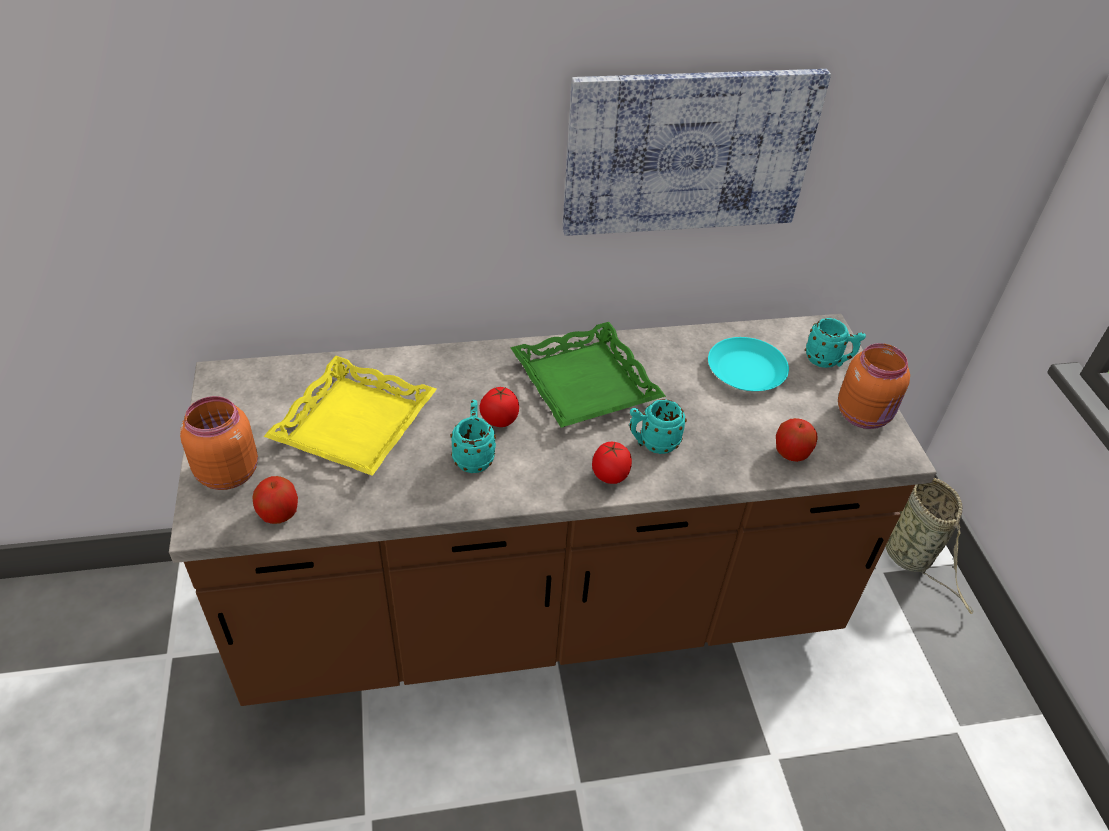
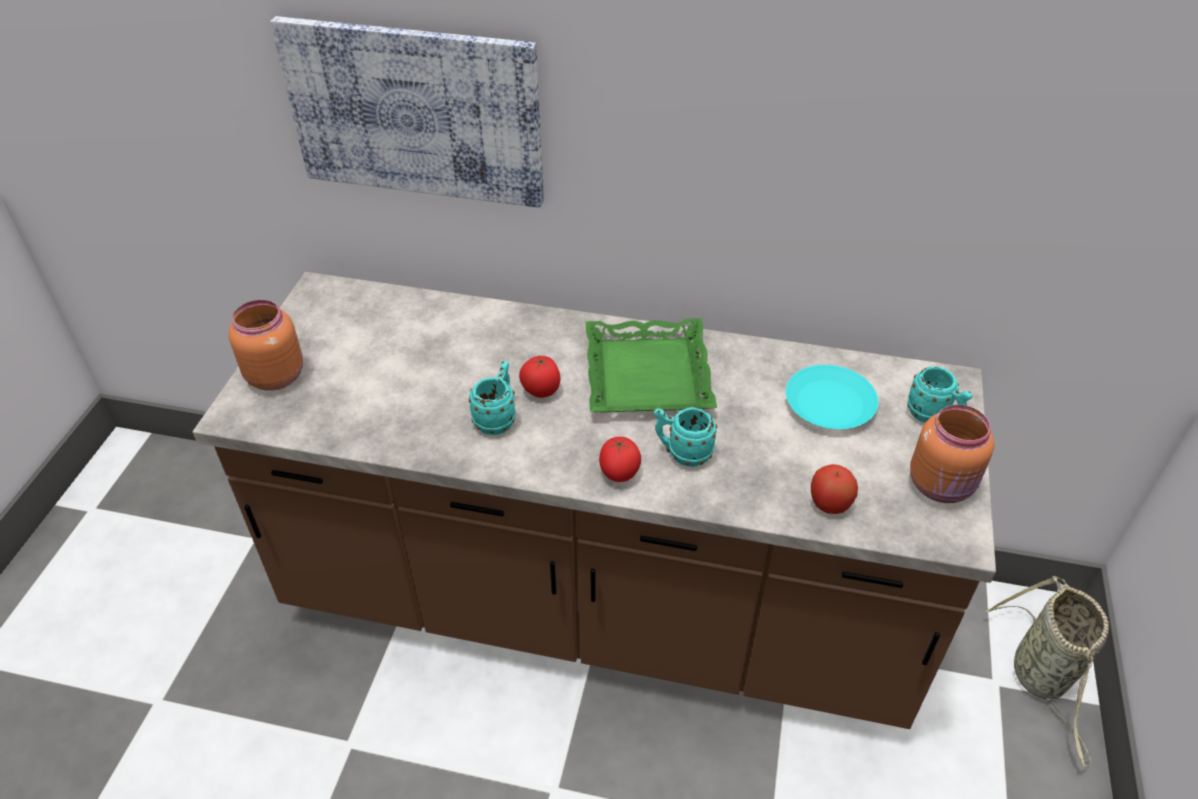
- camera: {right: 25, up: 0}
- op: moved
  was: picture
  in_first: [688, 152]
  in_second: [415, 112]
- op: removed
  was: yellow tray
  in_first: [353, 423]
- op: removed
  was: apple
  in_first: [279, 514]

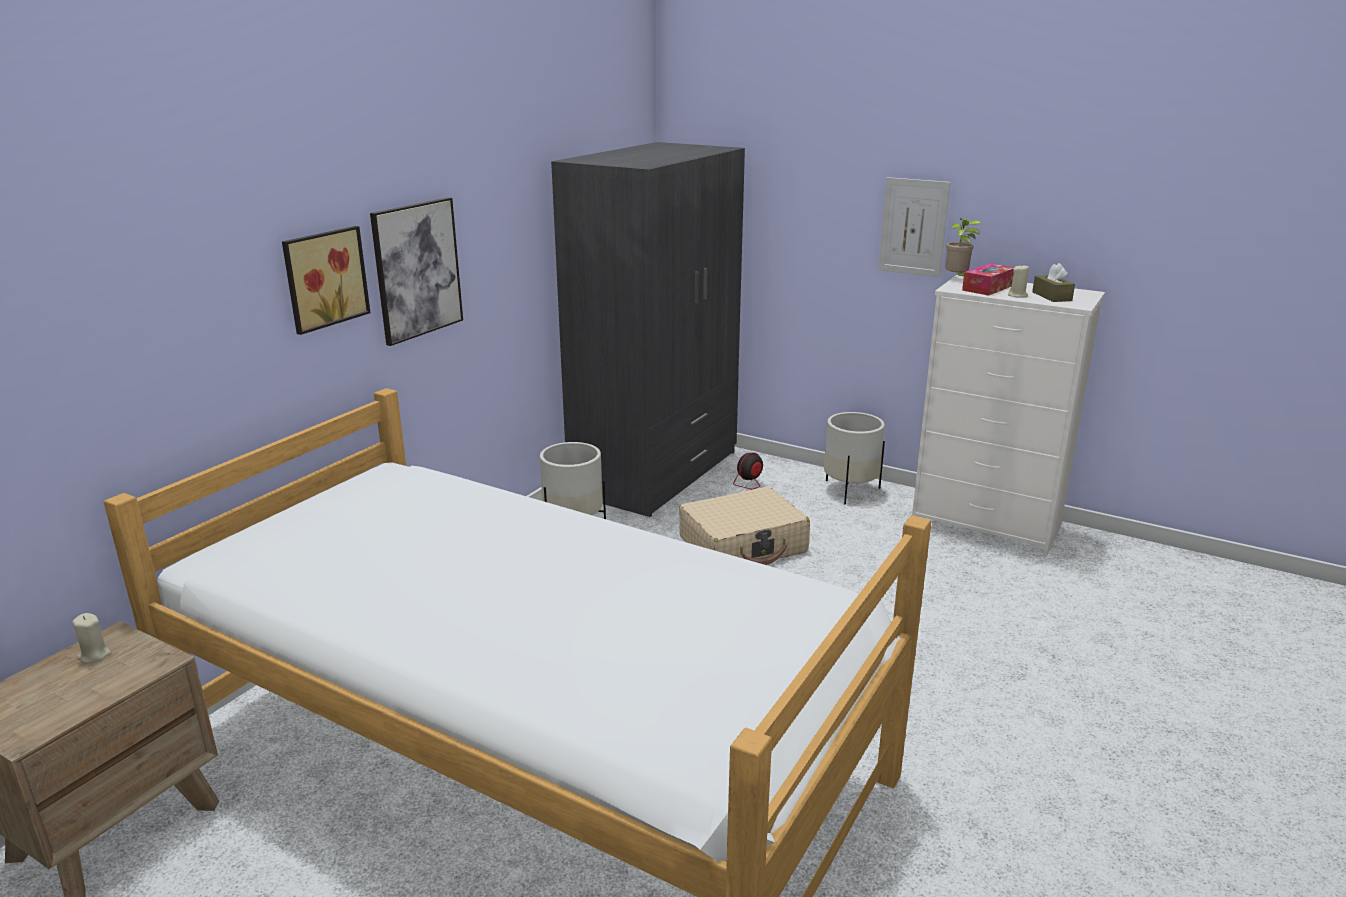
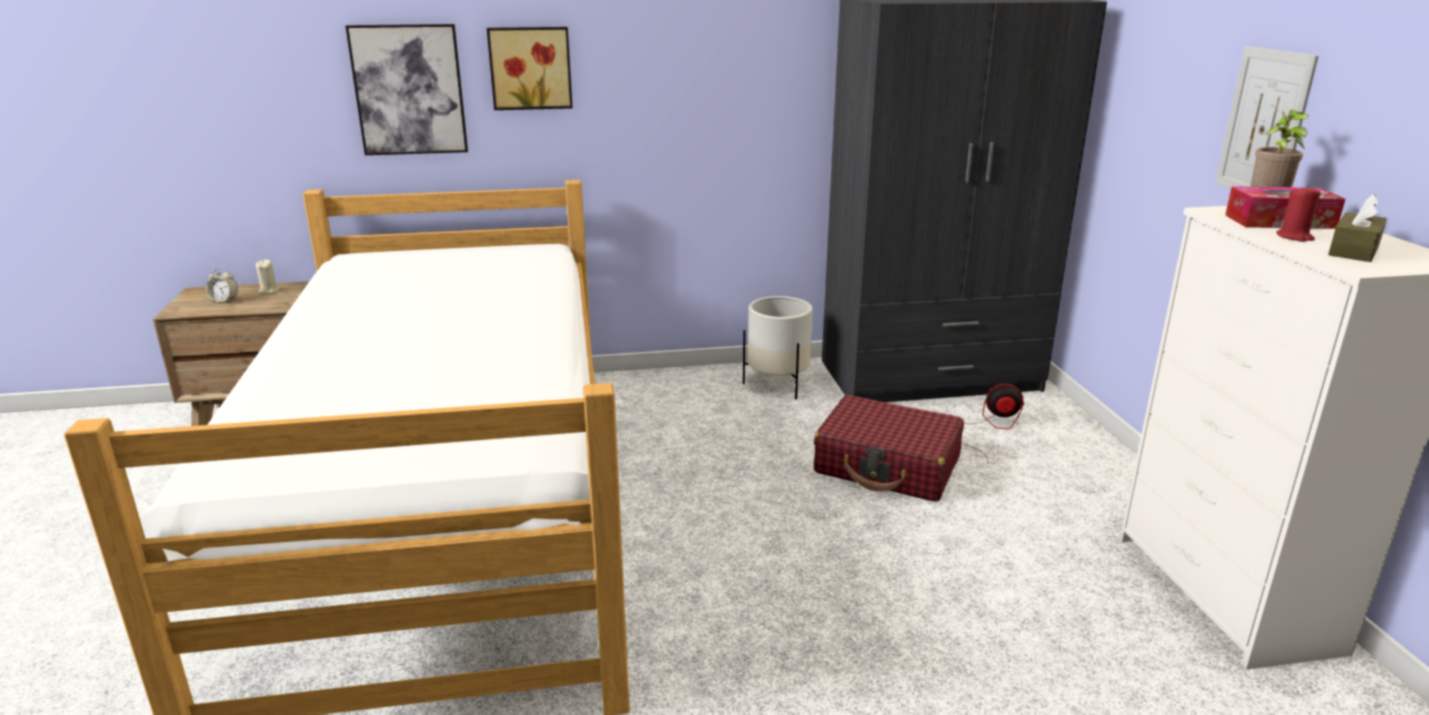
- camera: {right: 50, up: 0}
- op: moved
  was: picture
  in_first: [417, 270]
  in_second: [409, 90]
- op: recoloured
  was: beige candle
  now: red candle
  in_first: [1017, 295]
  in_second: [1294, 237]
- op: removed
  was: white planter
  in_first: [850, 491]
- op: recoloured
  was: beige suitcase
  now: red suitcase
  in_first: [743, 545]
  in_second: [887, 466]
- op: added
  now: alarm clock
  in_second: [225, 301]

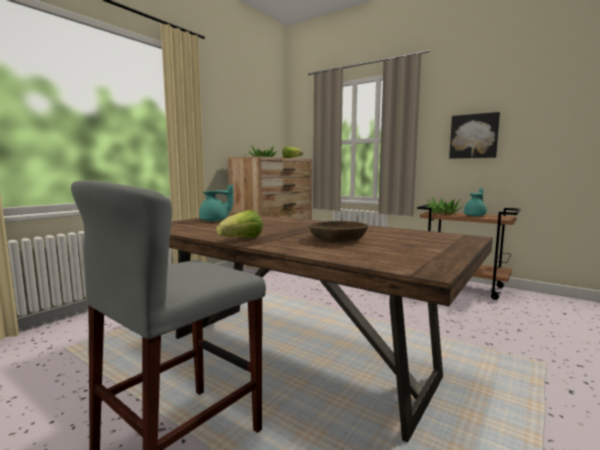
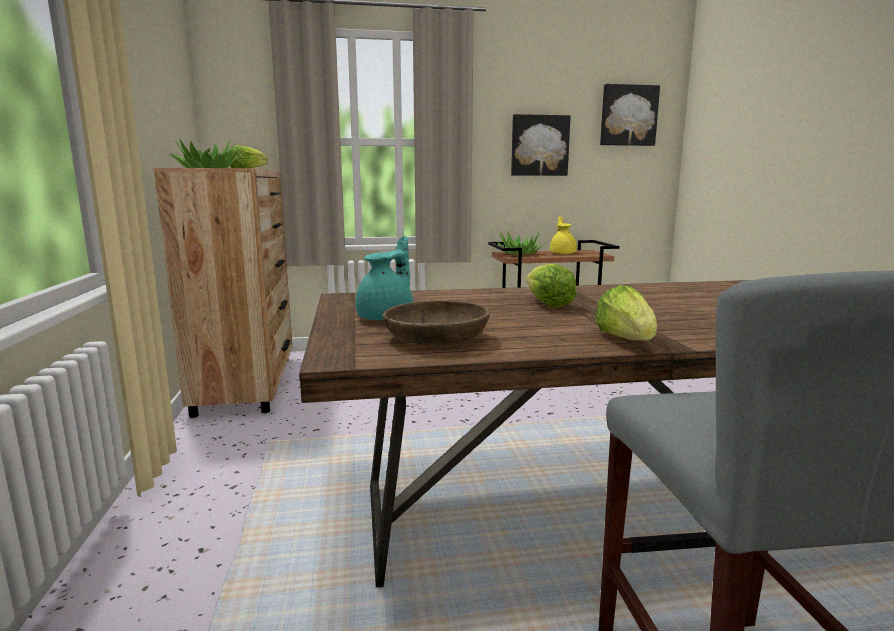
- camera: {right: -45, up: 5}
- op: recoloured
  was: turquoise teapot
  now: yellow teapot
  in_first: [475, 215]
  in_second: [562, 253]
- op: moved
  was: brown bowl
  in_first: [337, 239]
  in_second: [435, 337]
- op: added
  now: picture
  in_second: [628, 115]
- op: added
  now: lettuce
  in_second: [548, 304]

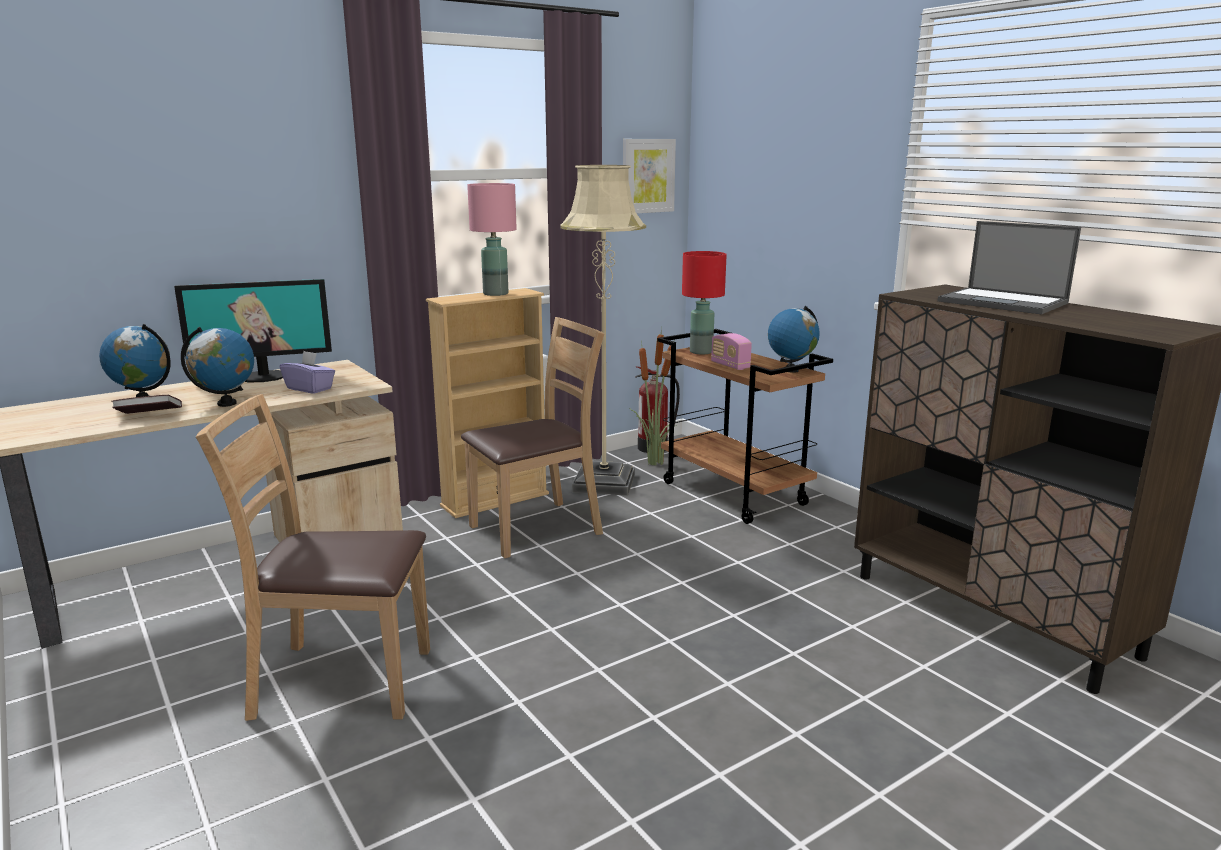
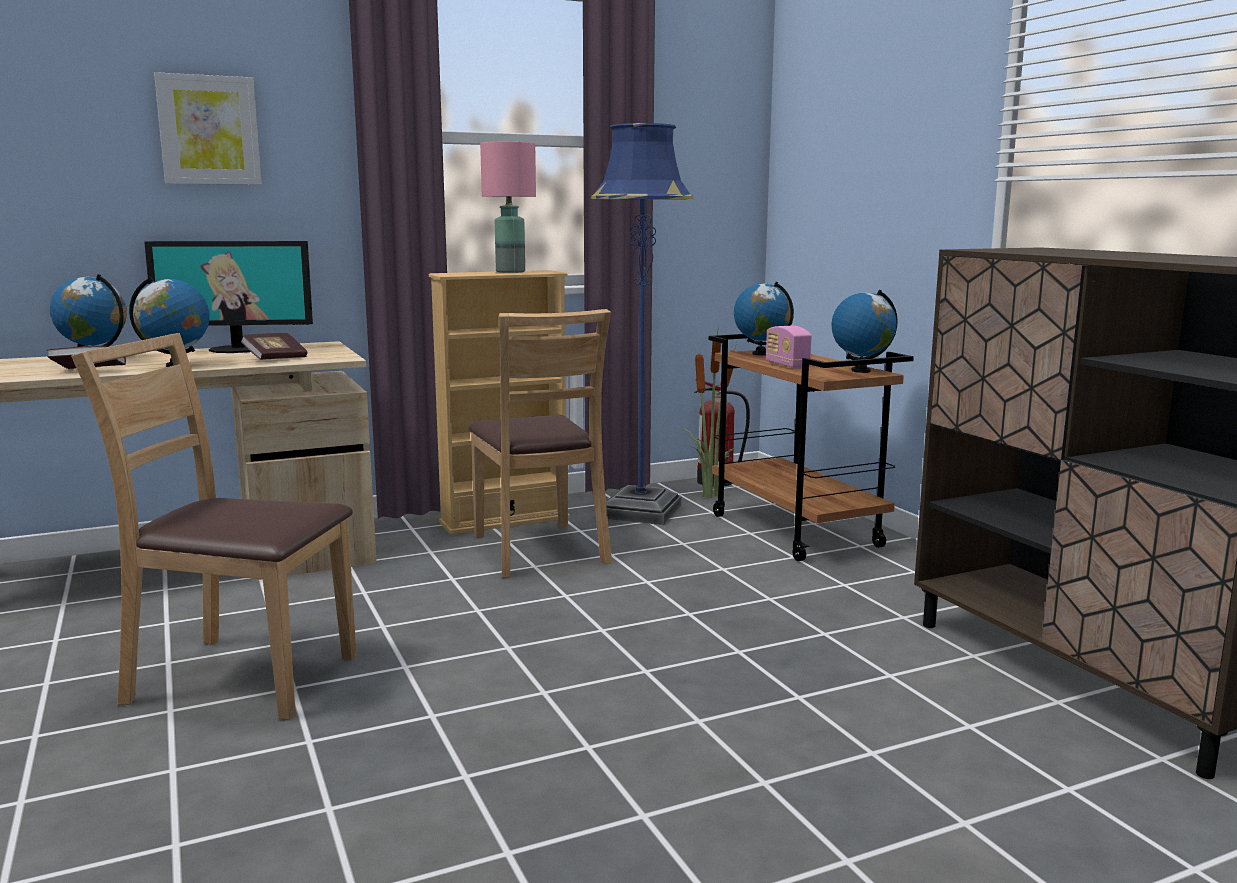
- camera: {right: 10, up: -5}
- op: moved
  was: picture
  in_first: [647, 176]
  in_second: [209, 130]
- op: recoloured
  was: beige floor lamp
  now: blue floor lamp
  in_first: [604, 483]
  in_second: [640, 512]
- op: removed
  was: laptop
  in_first: [1004, 302]
- op: replaced
  was: red table lamp
  now: globe
  in_first: [700, 352]
  in_second: [760, 354]
- op: turned
  was: brown chair
  in_first: [537, 529]
  in_second: [539, 550]
  clockwise: 90
- op: replaced
  was: purple tissue box
  now: book
  in_first: [310, 388]
  in_second: [275, 359]

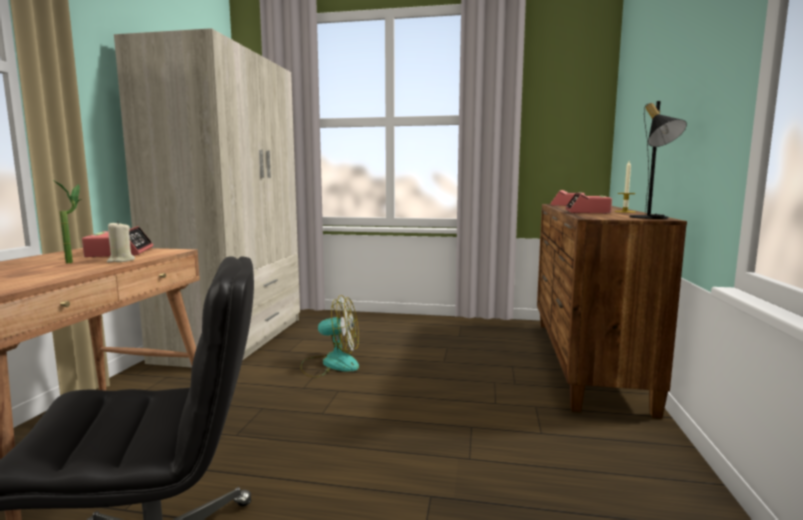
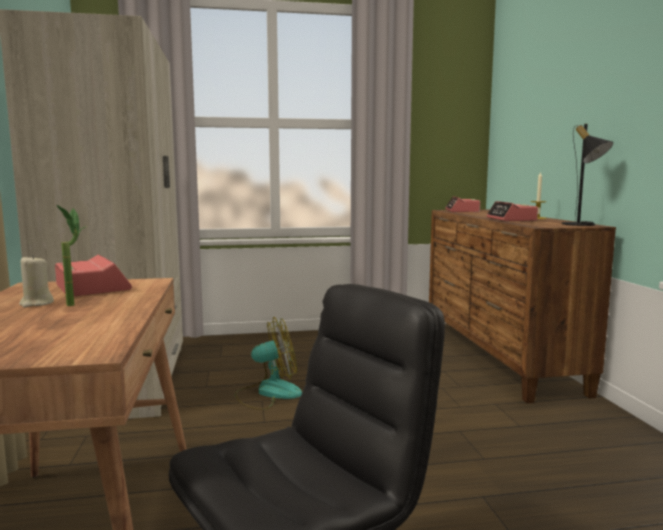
- camera: {right: -20, up: 0}
- op: moved
  was: beige candle
  in_first: [121, 260]
  in_second: [36, 303]

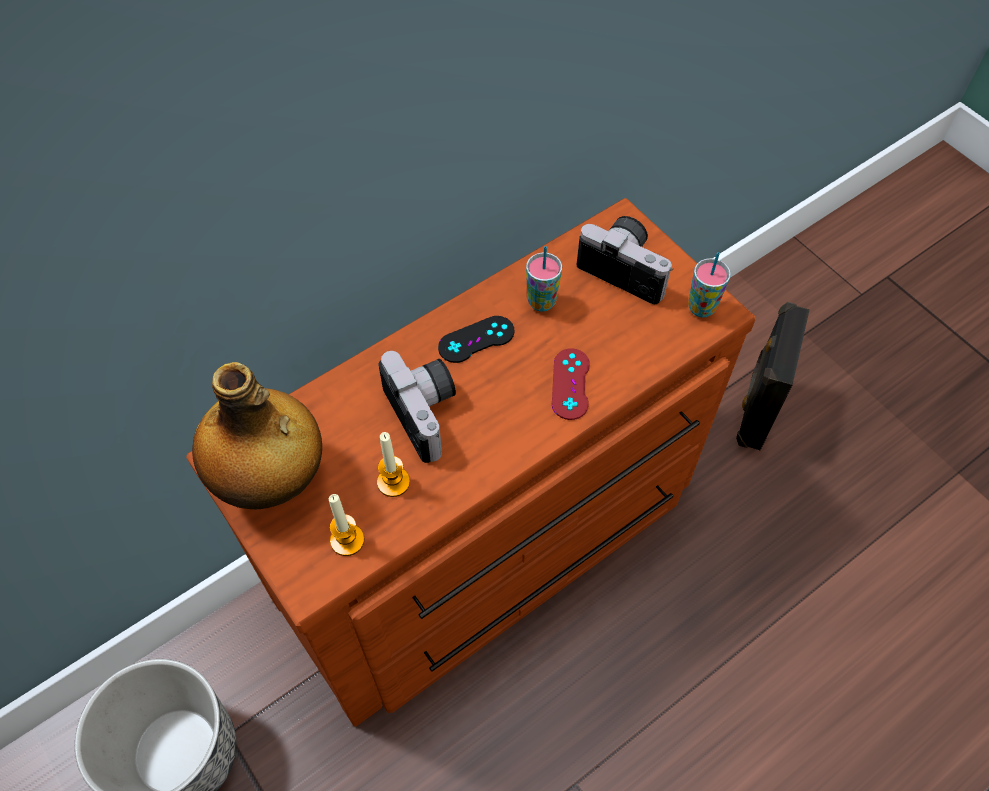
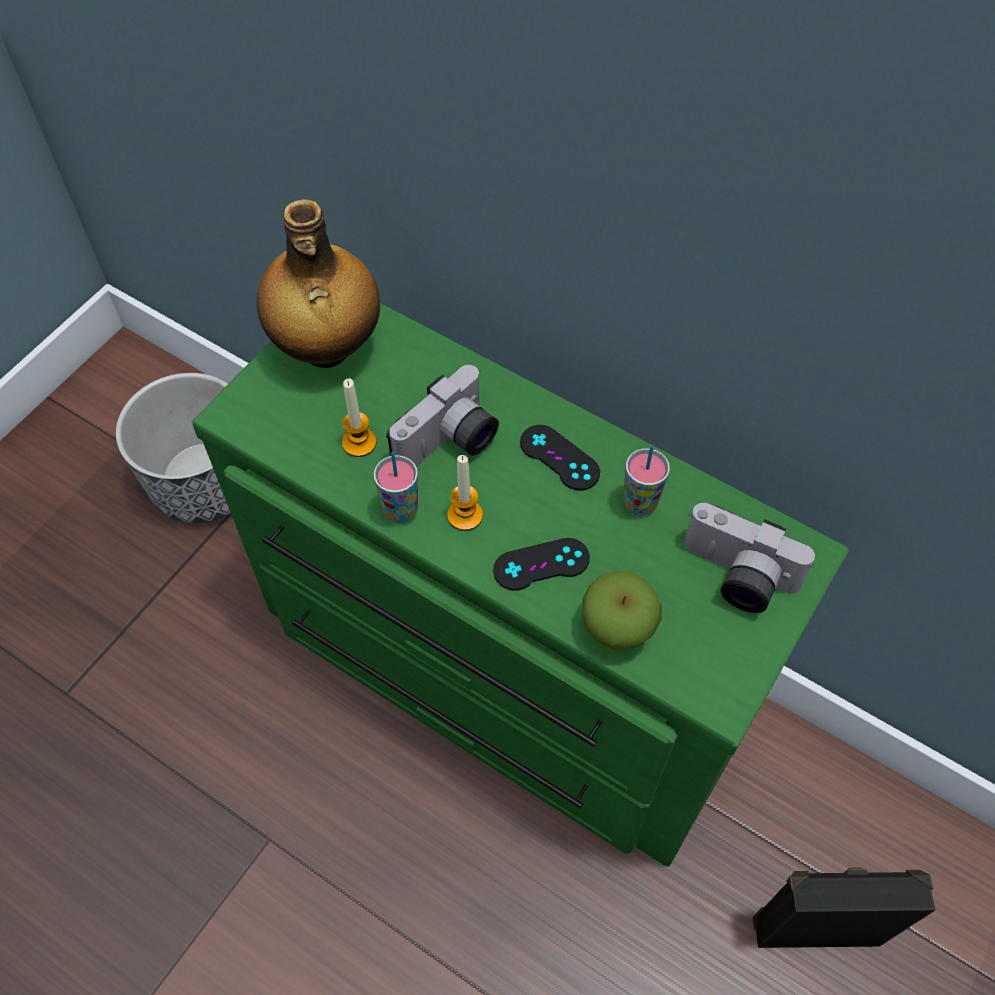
- camera: {right: 70, up: 0}
- op: recoloured
  was: brown dresser
  now: green dresser
  in_first: [493, 546]
  in_second: [499, 670]
- op: turned
  was: photo camera
  in_first: [627, 268]
  in_second: [735, 577]
  clockwise: 105
- op: moved
  was: cup
  in_first: [701, 308]
  in_second: [400, 510]
- op: recoloured
  was: red game controller
  now: black game controller
  in_first: [570, 384]
  in_second: [541, 564]
- op: moved
  was: candle
  in_first: [347, 540]
  in_second: [465, 515]
- op: added
  now: apple
  in_second: [617, 629]

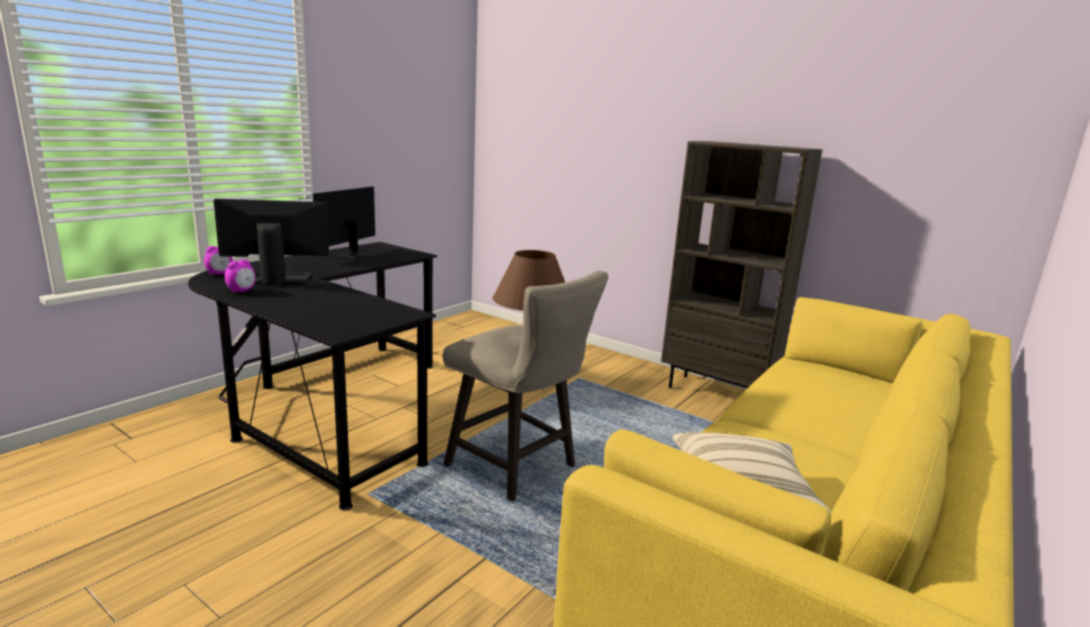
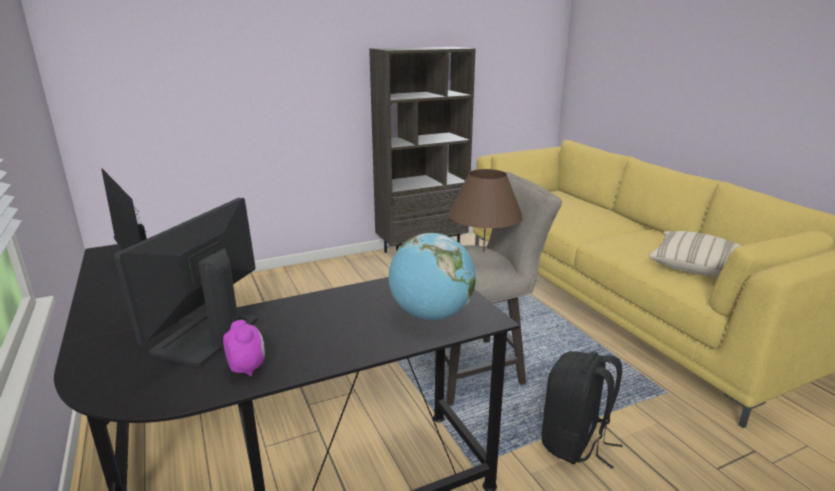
- camera: {right: -60, up: 5}
- op: removed
  was: alarm clock
  in_first: [219, 274]
- op: added
  now: globe
  in_second: [431, 315]
- op: added
  now: black backpack
  in_second: [575, 443]

